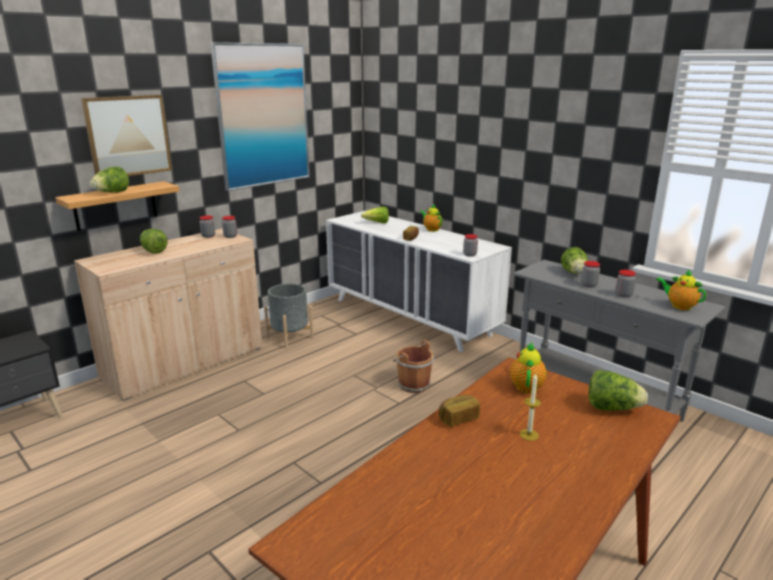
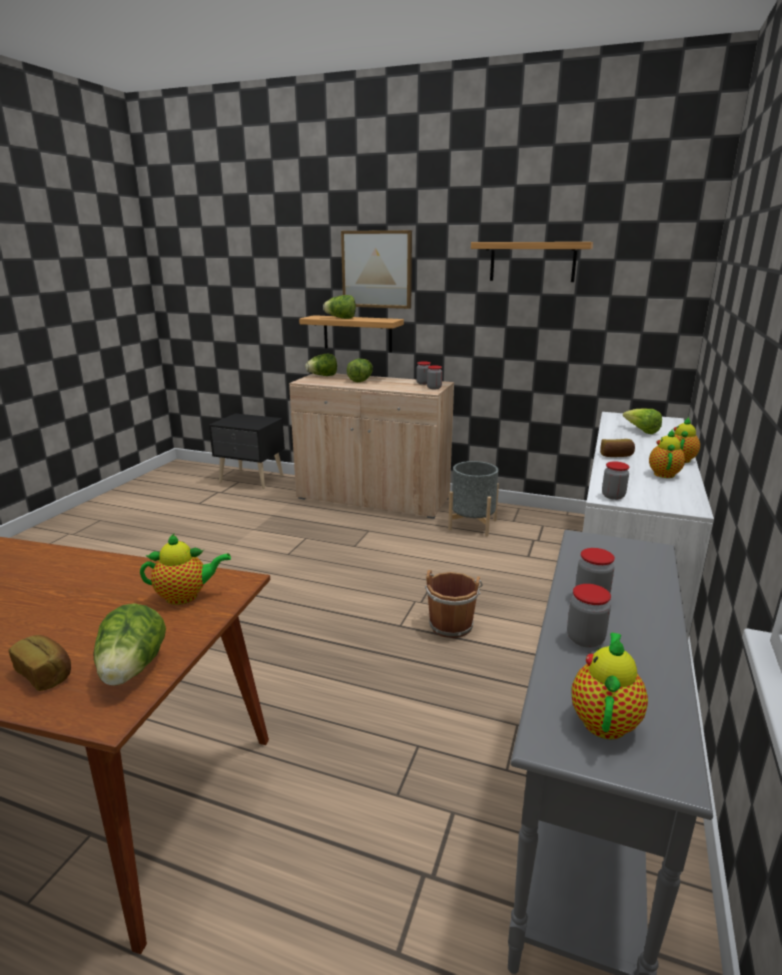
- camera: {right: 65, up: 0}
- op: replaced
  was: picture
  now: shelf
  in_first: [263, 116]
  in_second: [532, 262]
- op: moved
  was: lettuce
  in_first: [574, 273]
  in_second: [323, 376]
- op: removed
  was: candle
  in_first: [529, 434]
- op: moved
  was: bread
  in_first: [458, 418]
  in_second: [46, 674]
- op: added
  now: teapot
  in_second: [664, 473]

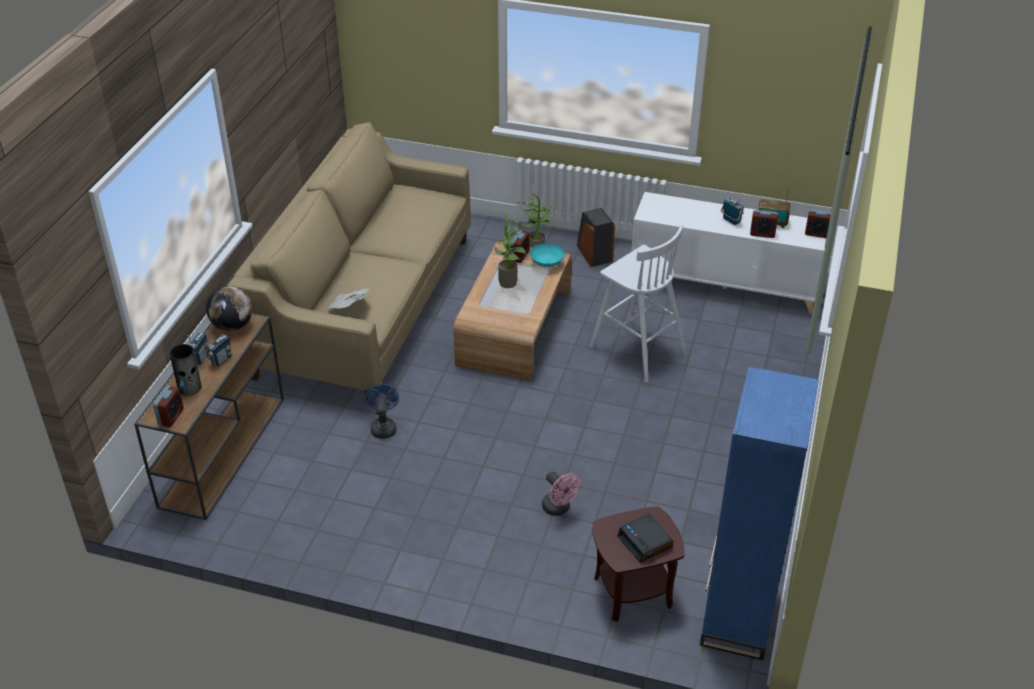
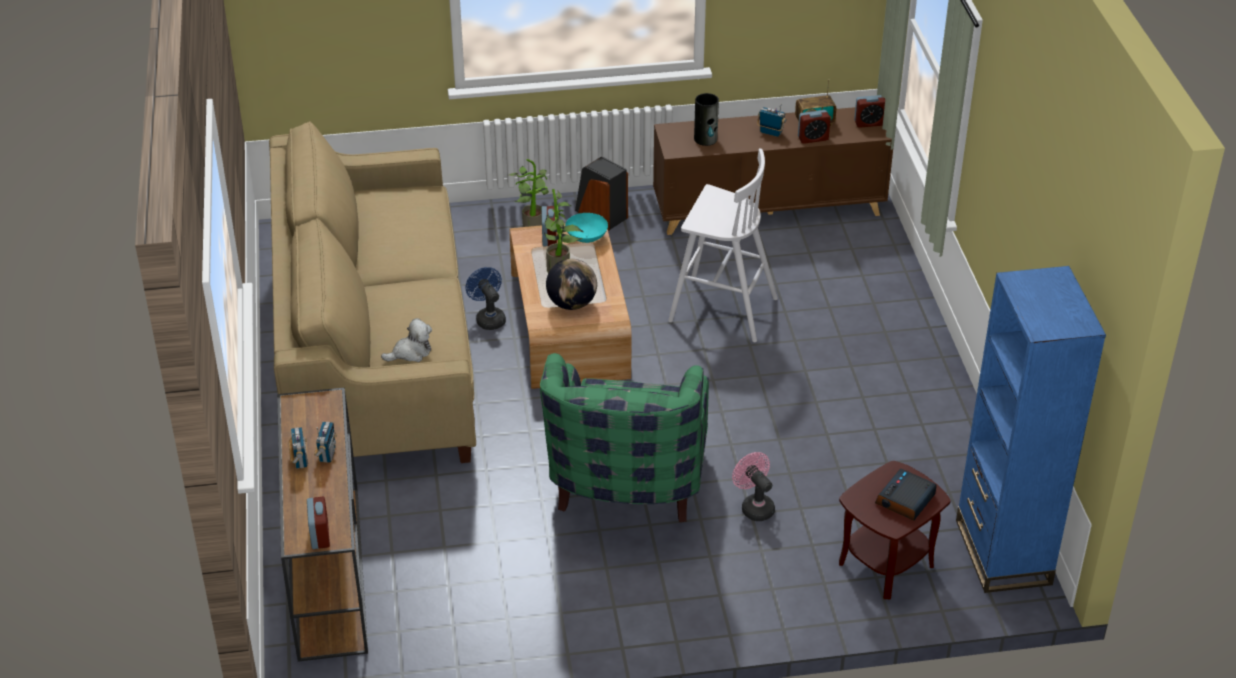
- camera: {right: -25, up: 0}
- op: recoloured
  was: white cabinet
  now: brown cabinet
  in_first: [726, 284]
  in_second: [769, 209]
- op: moved
  was: globe
  in_first: [232, 326]
  in_second: [572, 304]
- op: replaced
  was: newspaper
  now: plush toy
  in_first: [349, 308]
  in_second: [410, 352]
- op: moved
  was: vase
  in_first: [189, 387]
  in_second: [706, 139]
- op: moved
  was: blue fan
  in_first: [383, 427]
  in_second: [488, 318]
- op: turned
  was: pink fan
  in_first: [559, 509]
  in_second: [754, 506]
  clockwise: -150
- op: turned
  was: alarm clock
  in_first: [645, 542]
  in_second: [905, 500]
  clockwise: 90
- op: added
  now: green armchair
  in_second: [625, 490]

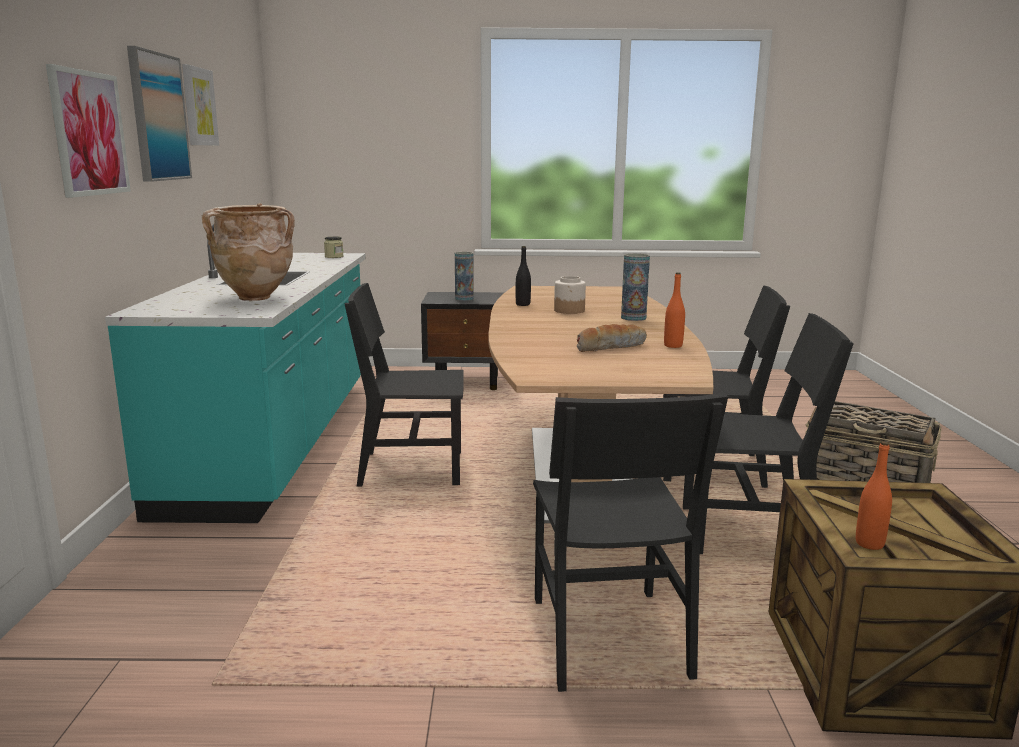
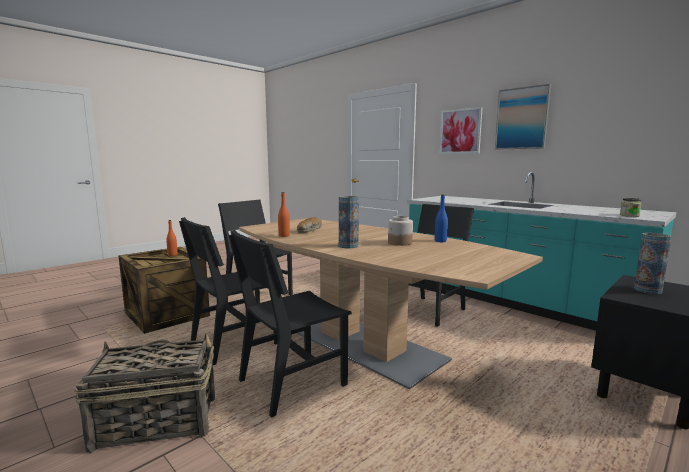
- camera: {right: 135, up: -5}
- op: removed
  was: picture
  in_first: [198, 107]
- op: removed
  was: beige vase
  in_first: [257, 298]
- op: recoloured
  was: black bottle
  now: blue bottle
  in_first: [523, 304]
  in_second: [440, 241]

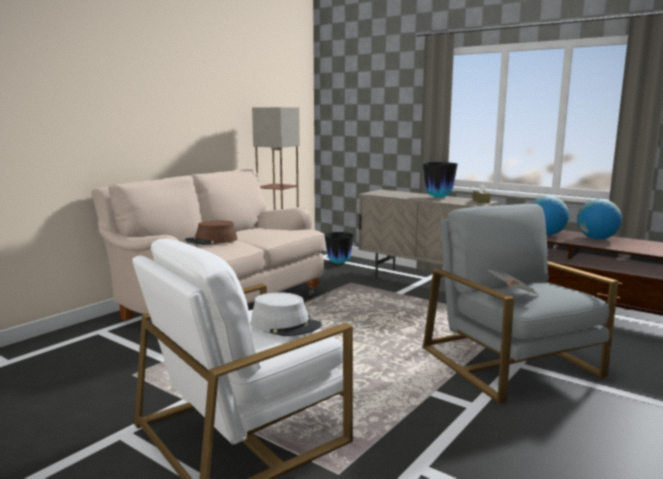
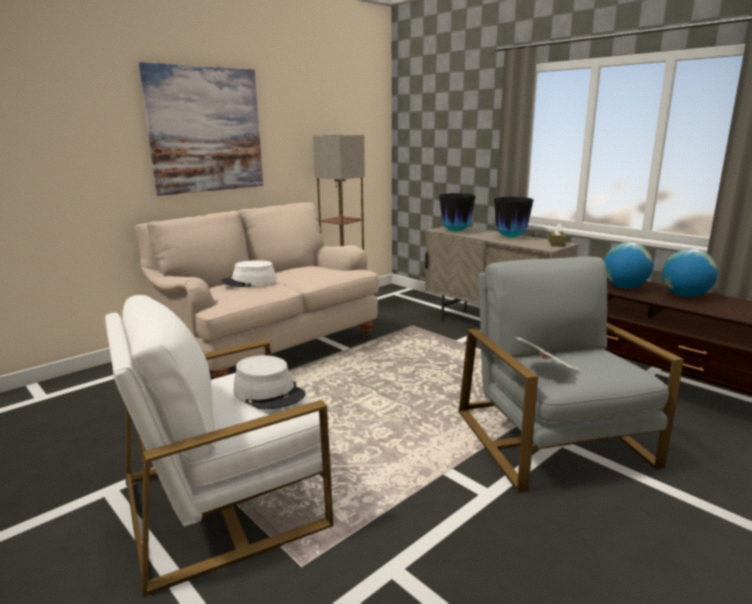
- camera: {right: 10, up: 5}
- op: recoloured
  was: brown hat
  now: white hat
  in_first: [211, 240]
  in_second: [249, 282]
- op: moved
  was: vase
  in_first: [339, 263]
  in_second: [456, 231]
- op: added
  now: picture
  in_second: [206, 130]

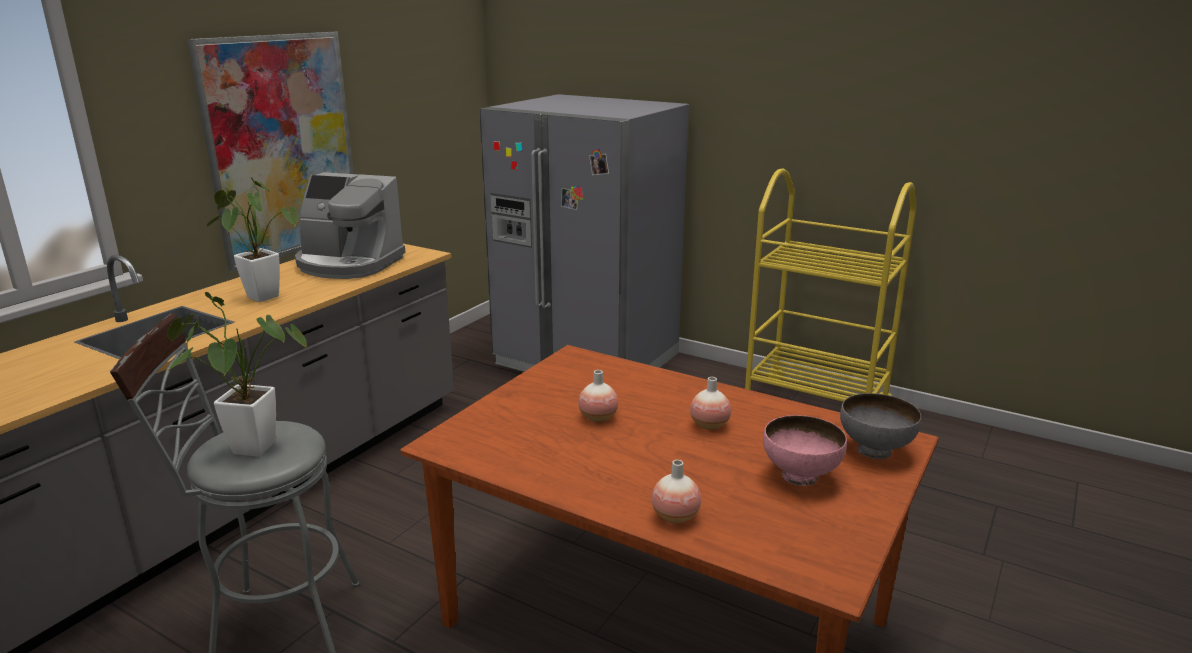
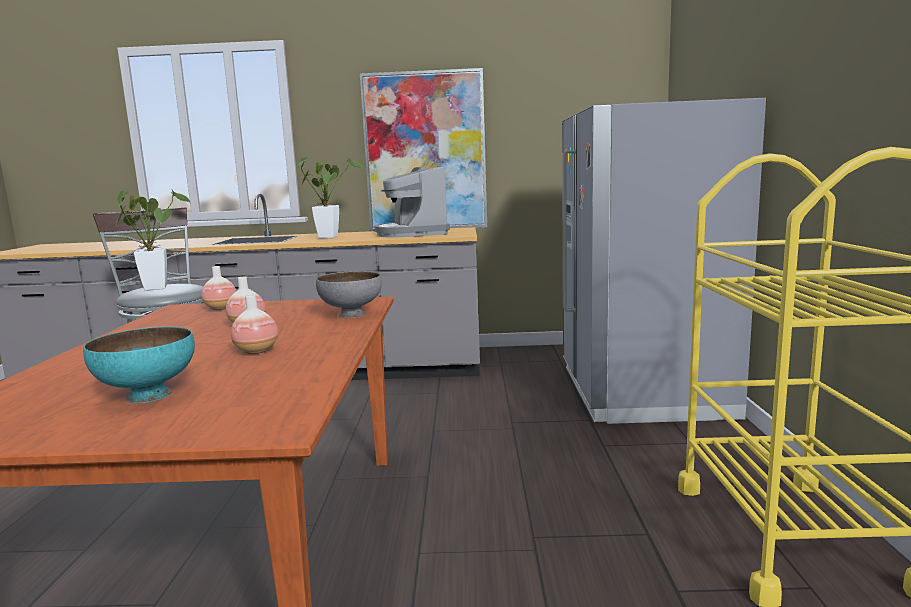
- camera: {right: 60, up: -10}
- op: moved
  was: grey bowl
  in_first: [875, 451]
  in_second: [351, 315]
- op: recoloured
  was: pink bowl
  now: turquoise bowl
  in_first: [800, 477]
  in_second: [147, 396]
- op: moved
  was: vase
  in_first: [675, 516]
  in_second: [221, 308]

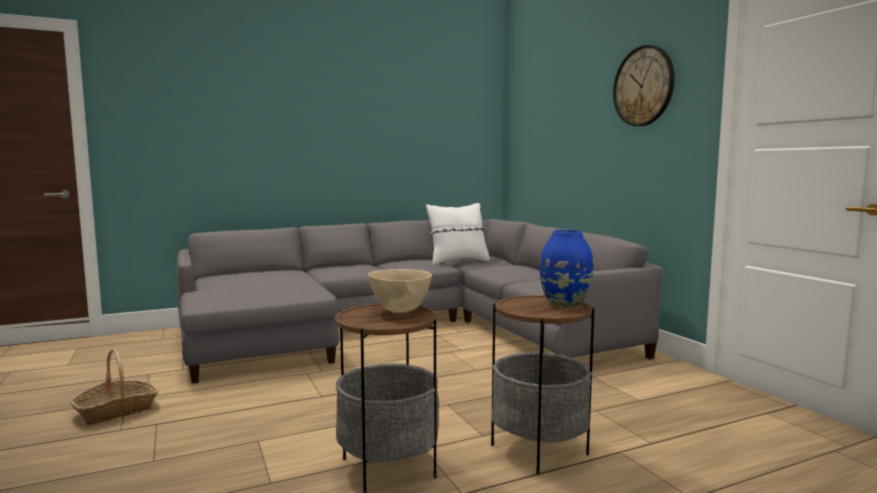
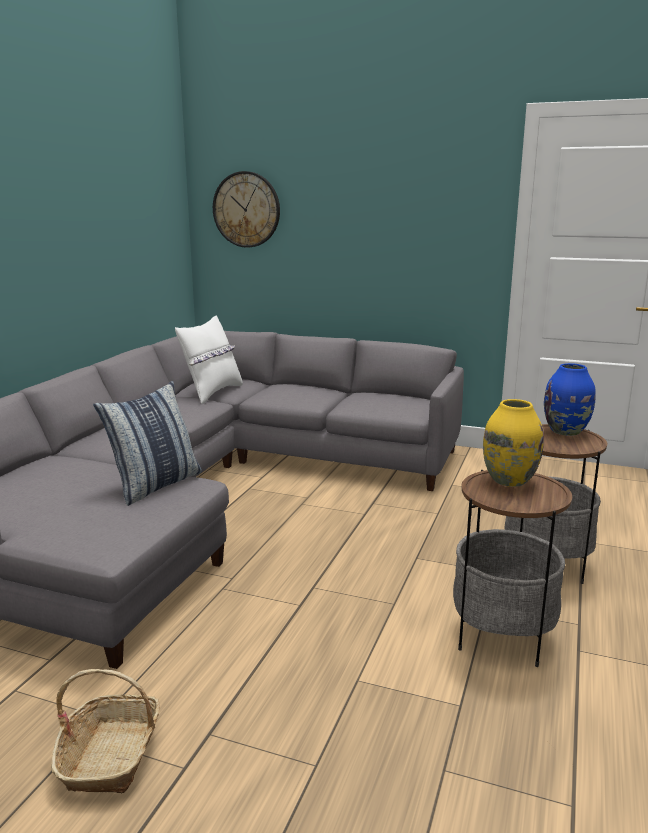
- camera: {right: -45, up: 10}
- op: moved
  was: wall clock
  in_first: [643, 86]
  in_second: [246, 209]
- op: replaced
  was: beige bowl
  now: yellow vase
  in_first: [401, 310]
  in_second: [509, 480]
- op: added
  now: pillow
  in_second: [156, 485]

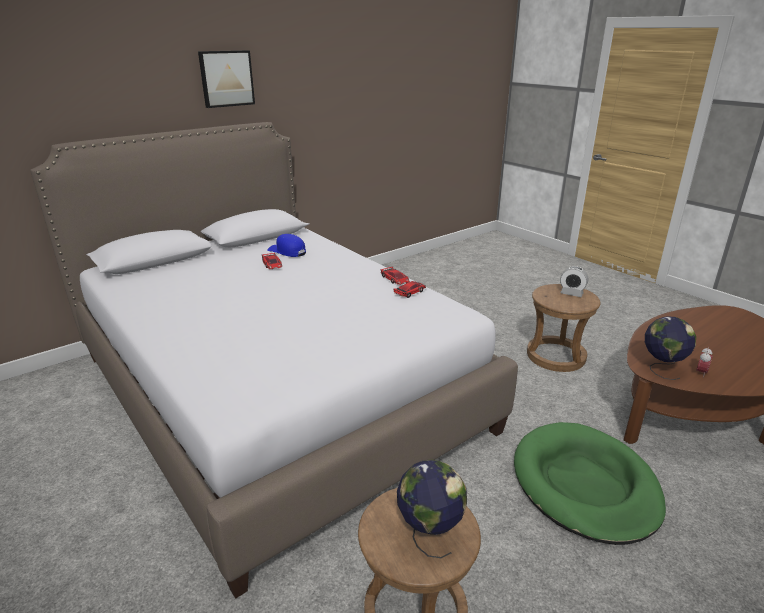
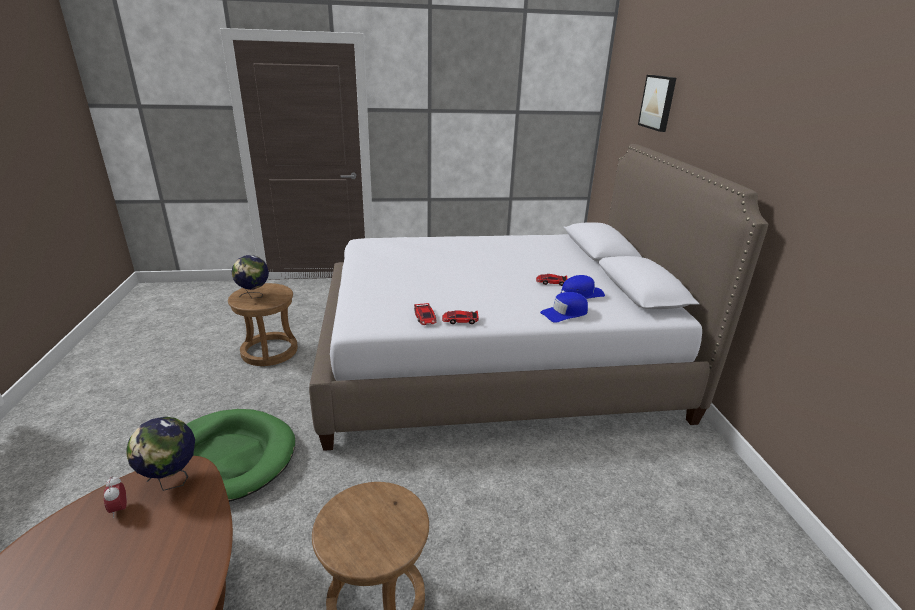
- camera: {right: 120, up: 0}
- op: moved
  was: picture
  in_first: [226, 78]
  in_second: [658, 102]
- op: removed
  was: alarm clock
  in_first: [571, 293]
- op: added
  now: blue cap
  in_second: [565, 313]

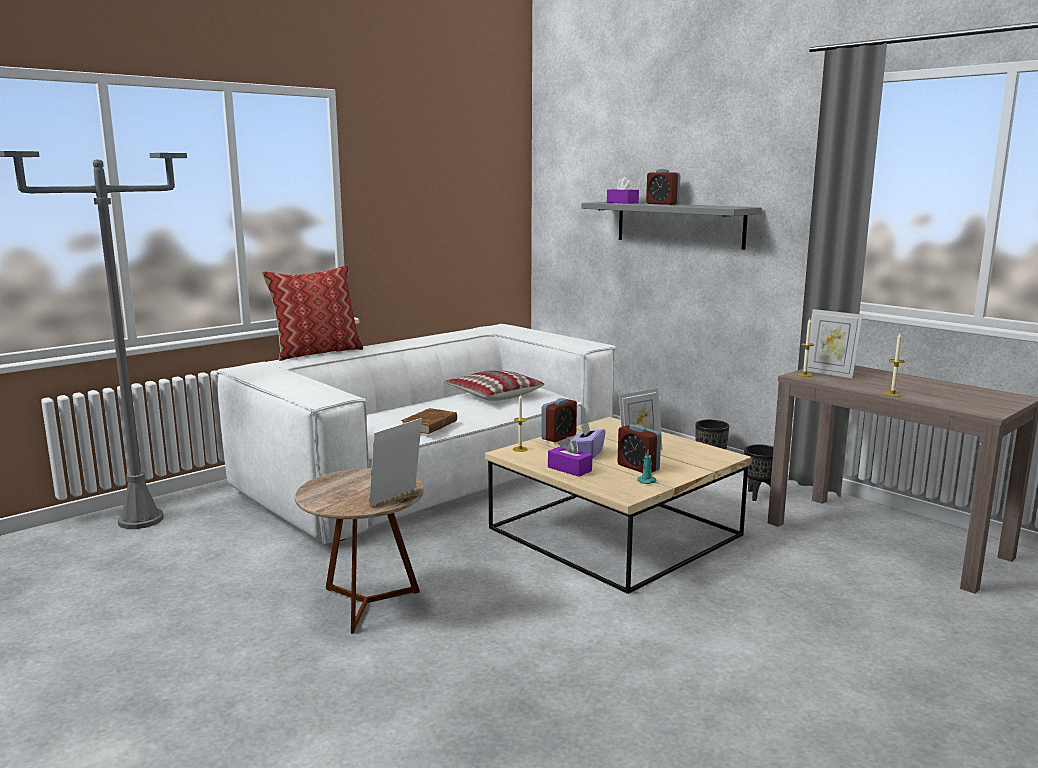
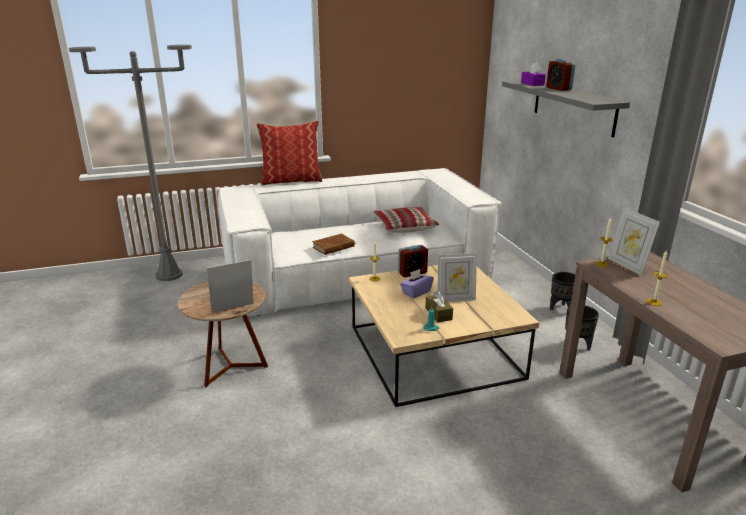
- camera: {right: 25, up: 10}
- op: replaced
  was: alarm clock
  now: brown tissue box
  in_first: [638, 467]
  in_second: [438, 313]
- op: removed
  was: purple tissue box
  in_first: [569, 469]

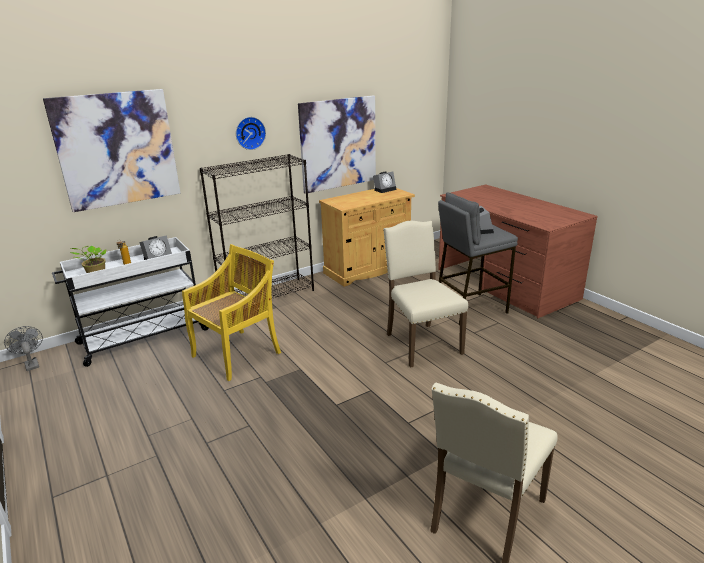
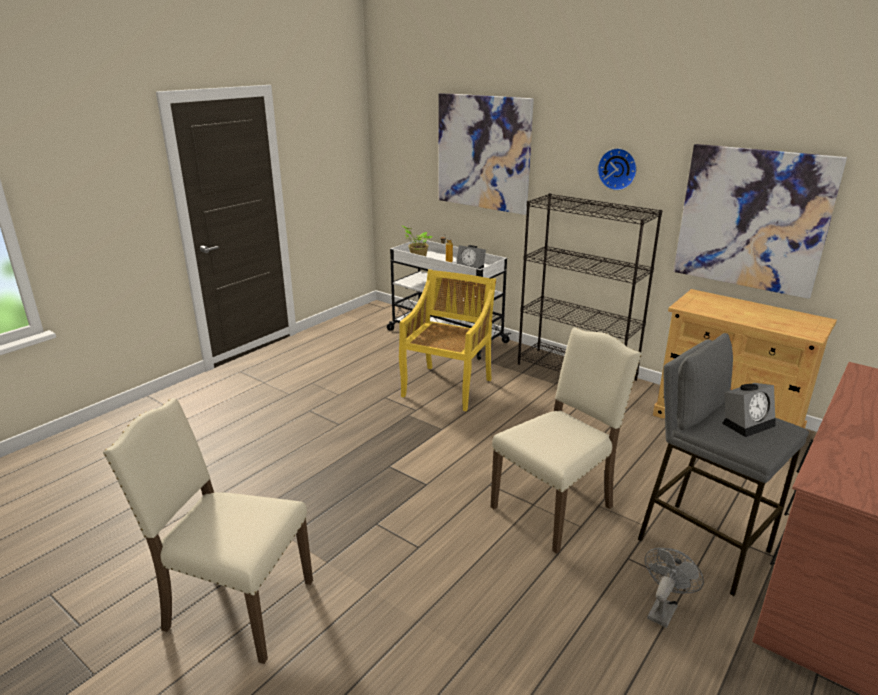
- camera: {right: 70, up: 0}
- op: removed
  was: alarm clock
  in_first: [385, 189]
- op: turned
  was: yellow chair
  in_first: [237, 354]
  in_second: [447, 387]
  clockwise: -90
- op: moved
  was: grey fan
  in_first: [31, 364]
  in_second: [663, 608]

